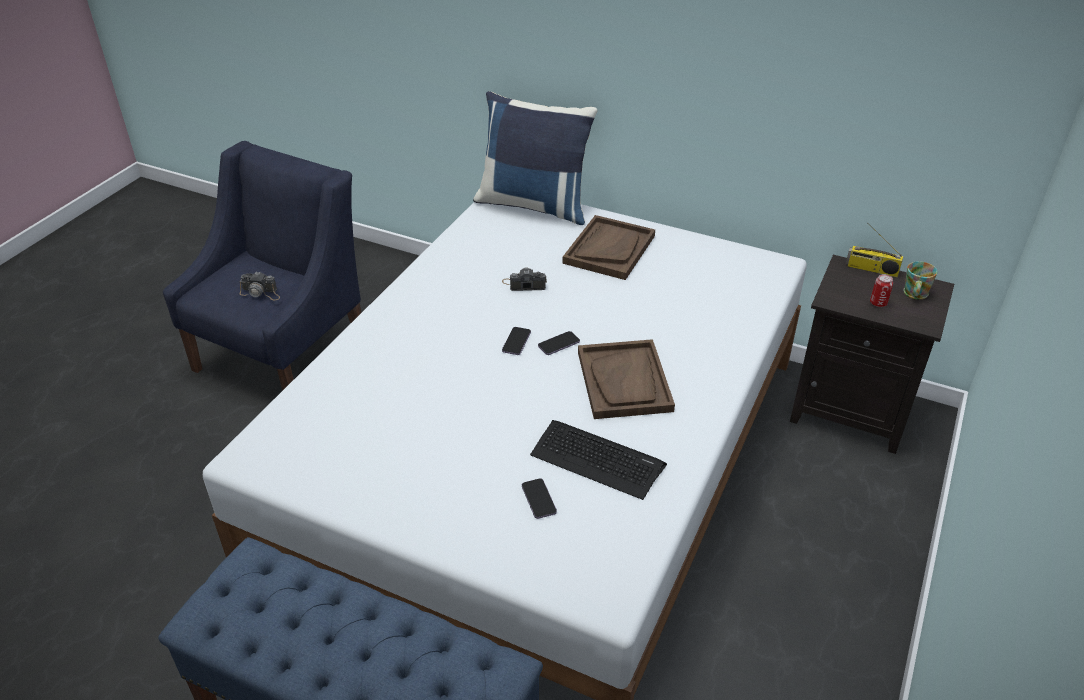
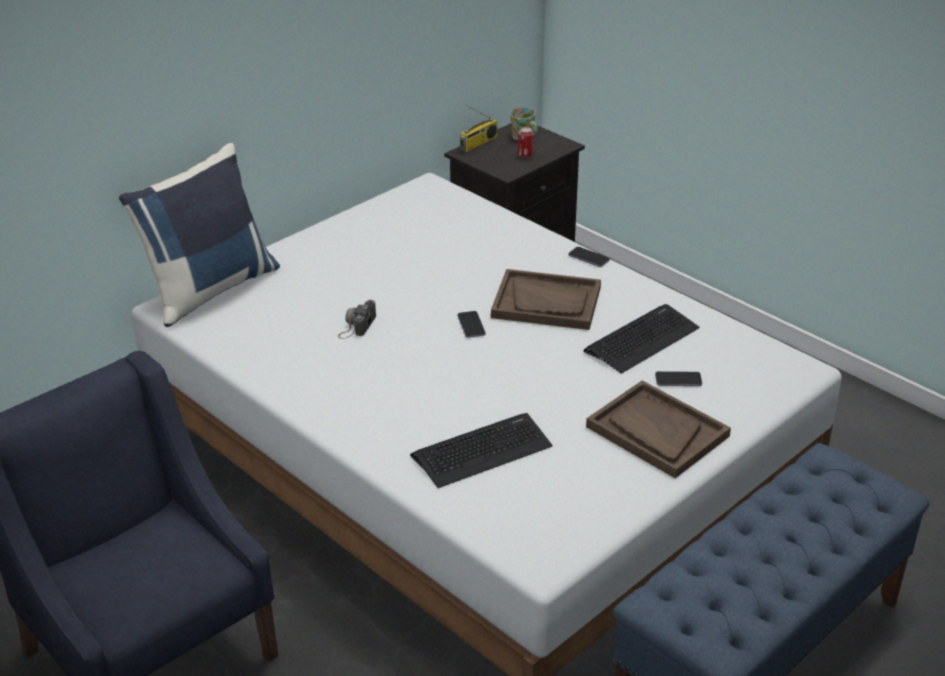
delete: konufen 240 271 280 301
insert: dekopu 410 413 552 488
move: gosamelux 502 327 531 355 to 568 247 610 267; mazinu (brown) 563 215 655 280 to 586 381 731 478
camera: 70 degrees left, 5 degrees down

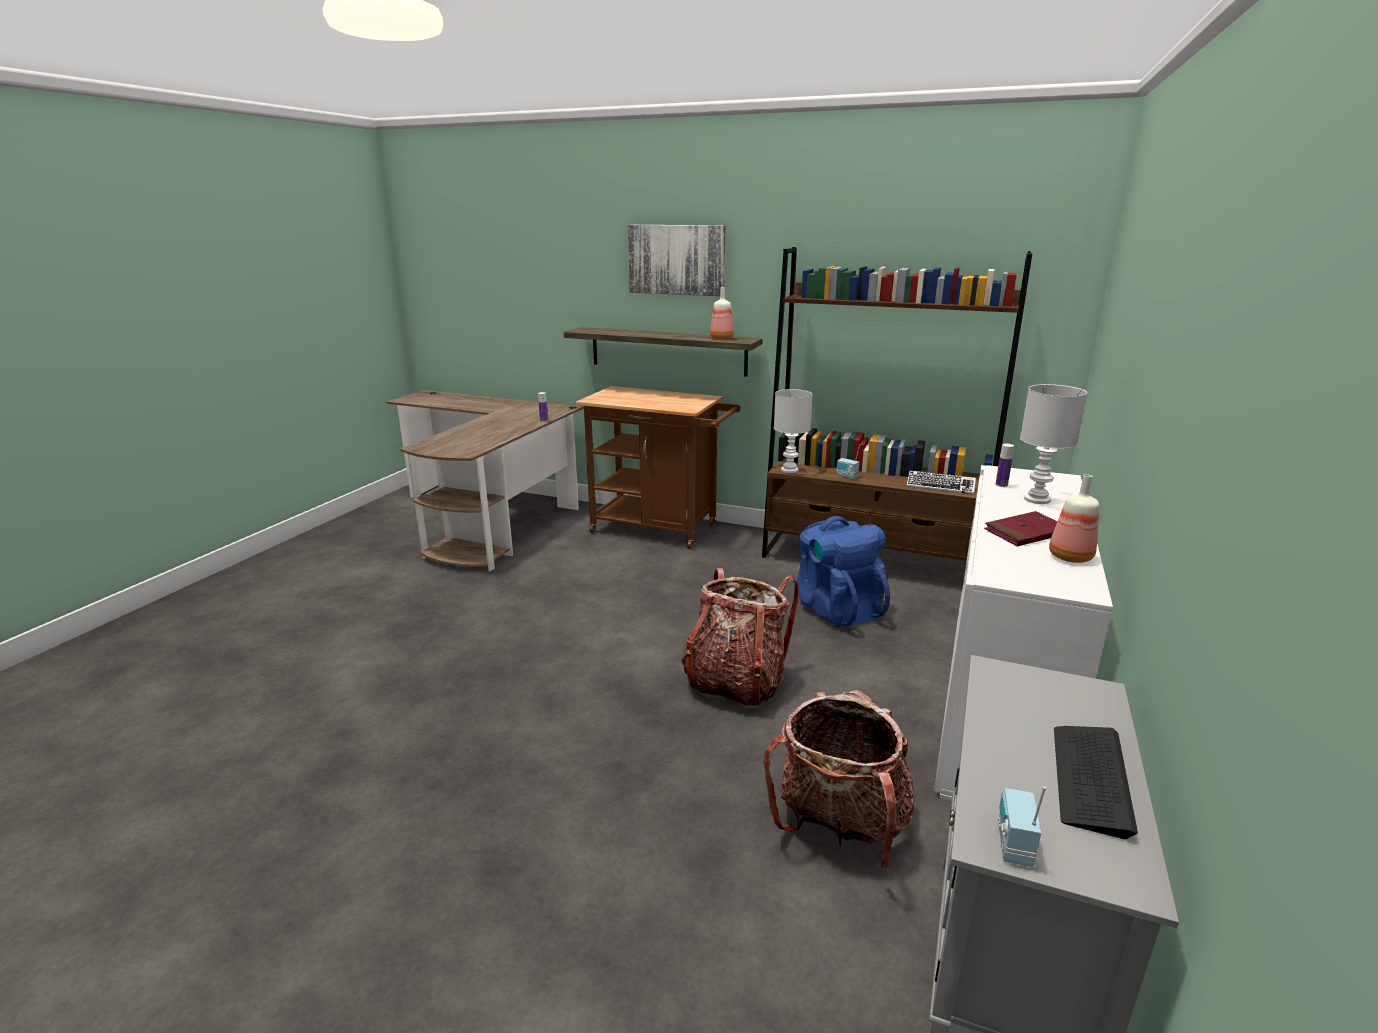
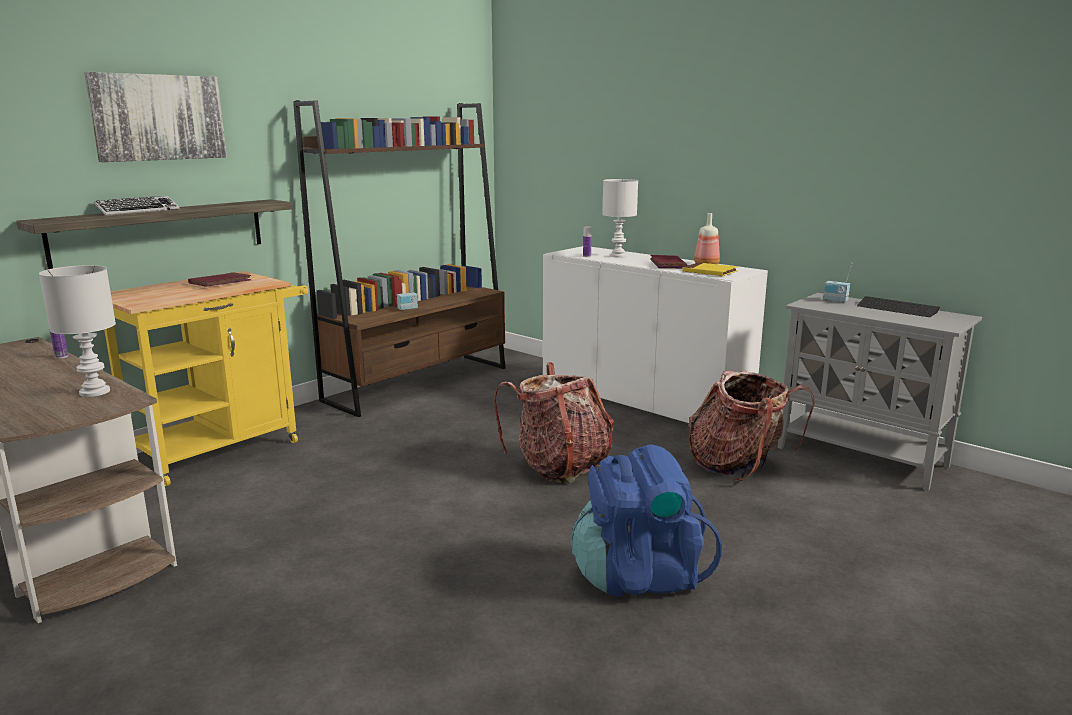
delete: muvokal 710 287 734 340
insert: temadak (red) 188 272 251 287; temadak (yellow) 682 262 738 276
move: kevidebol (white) 774 389 813 473 to 39 265 116 397; dekopu 906 470 976 494 to 94 196 180 216; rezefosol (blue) 797 516 890 628 to 571 444 722 597; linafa 998 786 1046 867 to 823 263 852 303
recolor: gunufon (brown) 576 386 741 549 to gunufon (yellow) 104 271 308 486
camera: 70 degrees left, 5 degrees down

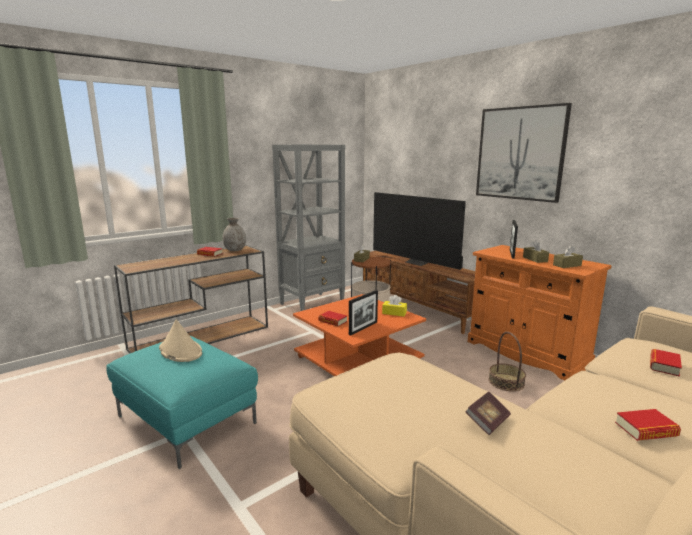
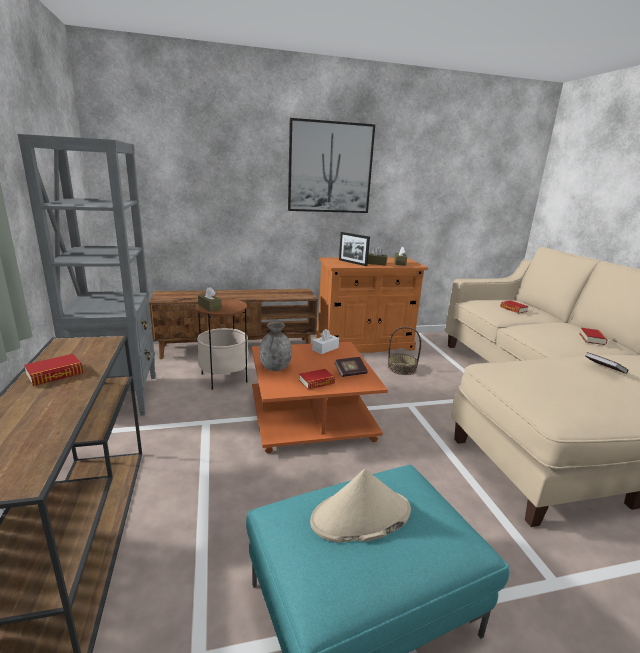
delete: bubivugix 373 192 466 270
move: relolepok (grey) 222 218 246 251 to 259 322 292 371
replace: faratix 349 290 378 336 to temadak 334 357 368 377
recolor: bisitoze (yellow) 382 295 407 317 to bisitoze (white) 312 329 339 354
camera: 65 degrees left, 5 degrees up

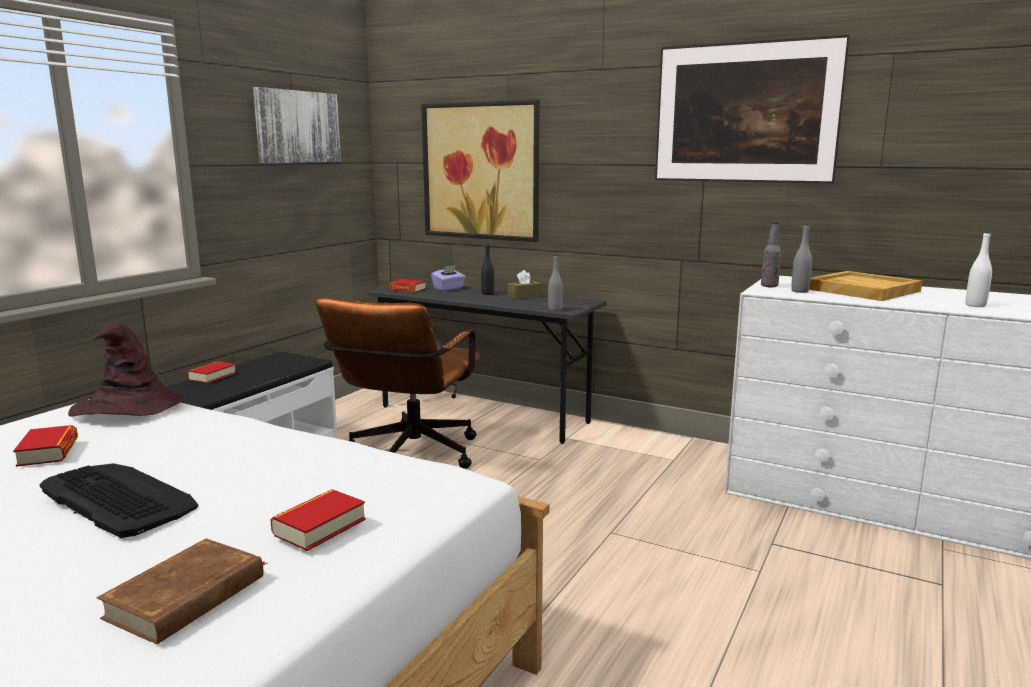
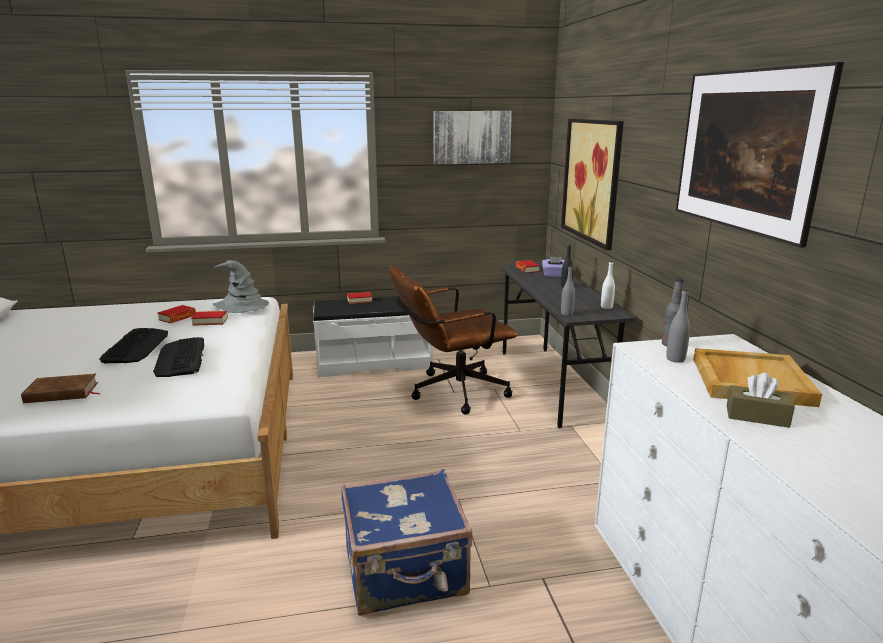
insert: dekopu 153 337 204 377; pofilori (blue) 341 469 472 616
move: temadak 270 489 366 551 to 191 311 228 326; muvokal (white) 966 232 992 307 to 601 261 615 309; bisitoze (brown) 507 270 542 299 to 727 373 795 428
recolor: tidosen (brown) 68 323 184 417 to tidosen (grey) 213 260 269 313
camera: 50 degrees right, 5 degrees up

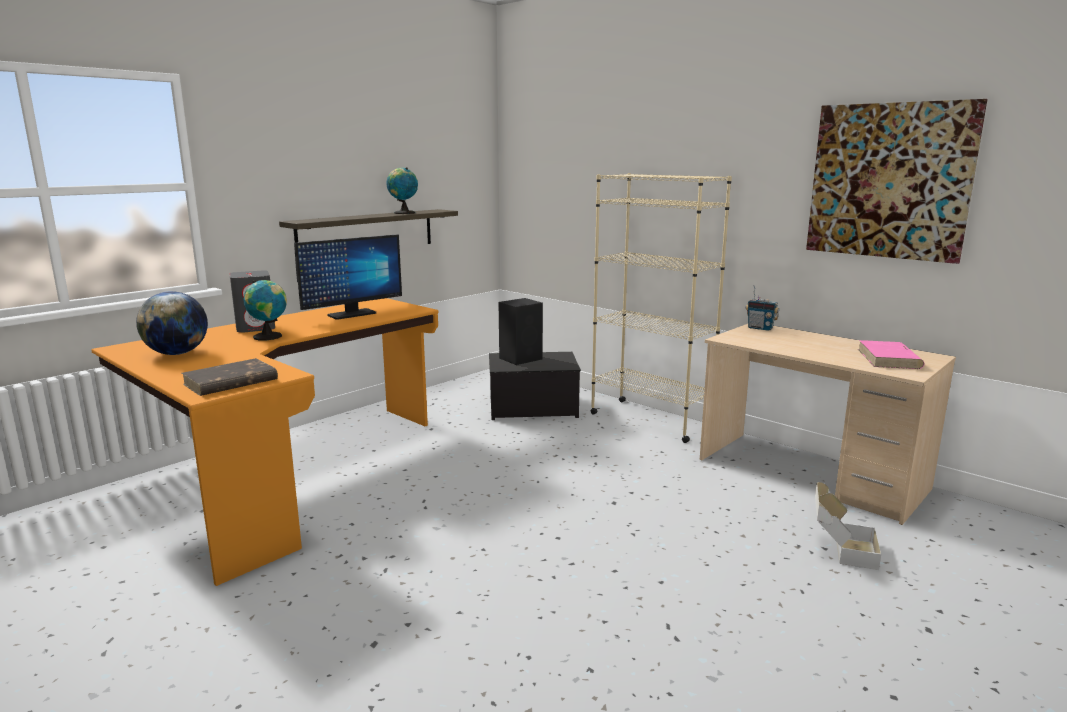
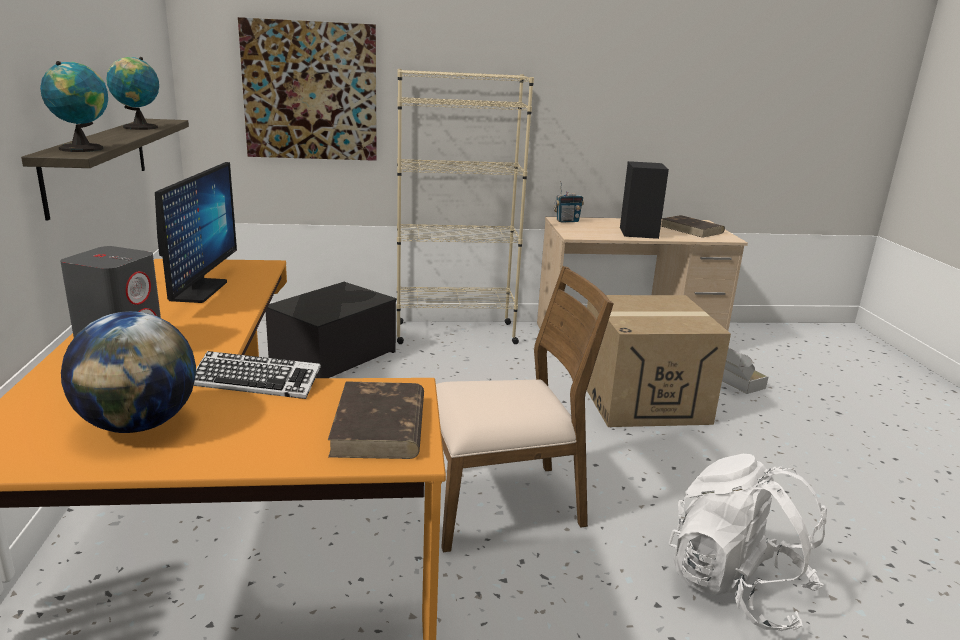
insert: dekopu 194 351 321 399; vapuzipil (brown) 436 266 614 552; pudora 587 295 731 427; rezefosol (white) 669 454 827 631
move: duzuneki 243 280 287 341 to 40 61 108 152; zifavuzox 806 99 987 264 to 238 17 377 161; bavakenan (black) 498 298 543 365 to 620 161 669 239
recolor: temadak (pink) 858 340 924 369 to temadak (brown) 661 215 725 238
camera: 50 degrees left, 5 degrees up

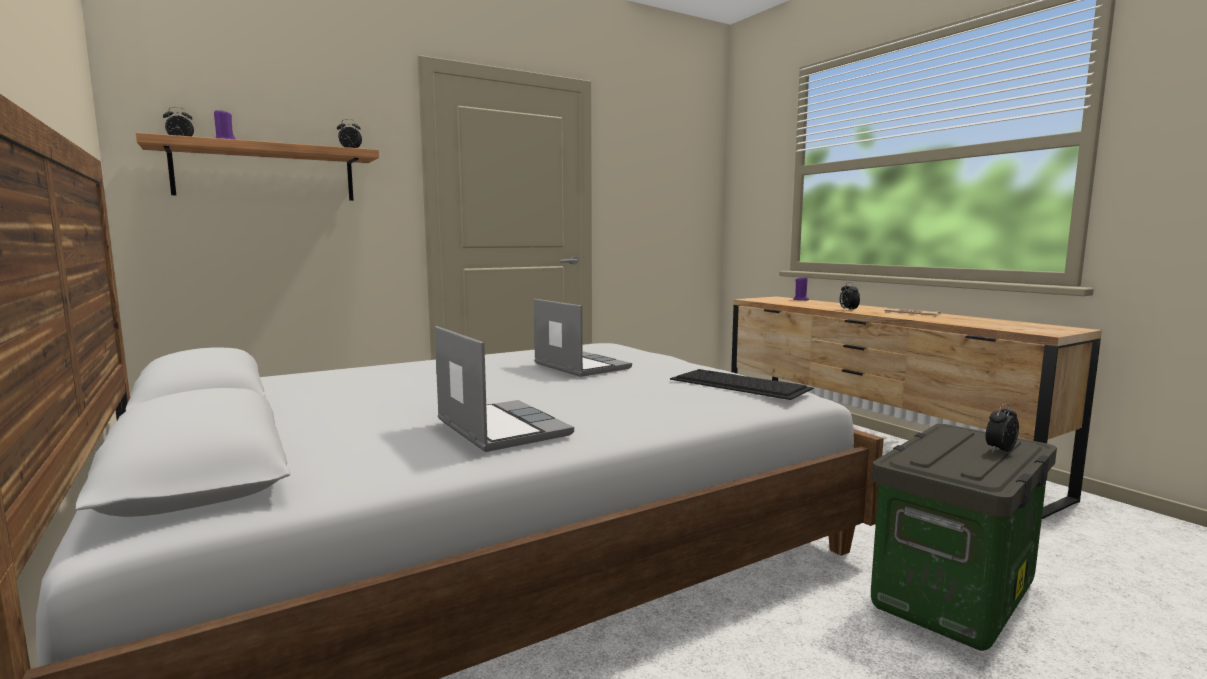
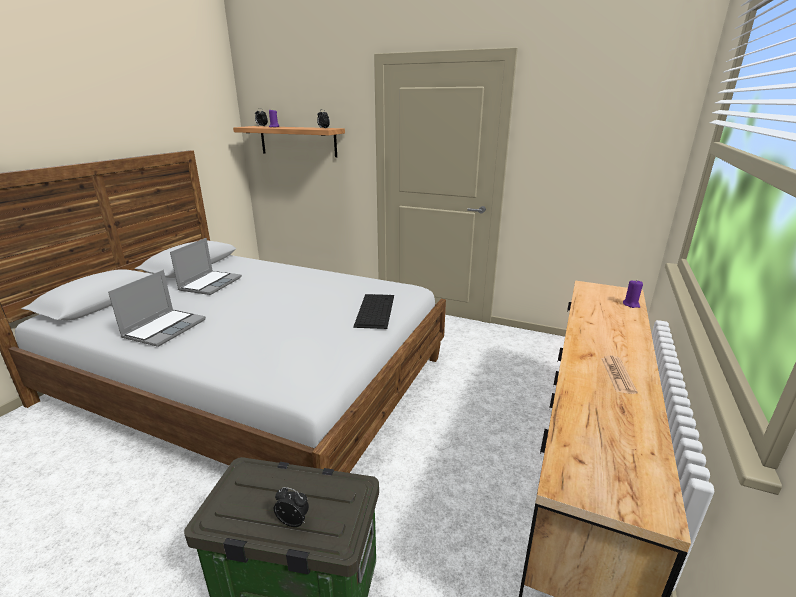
delete: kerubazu 839 282 860 310
move: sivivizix 534 299 632 377 to 170 238 242 295; dekopu 670 369 813 400 to 353 294 394 329
camera: 55 degrees right, 15 degrees up

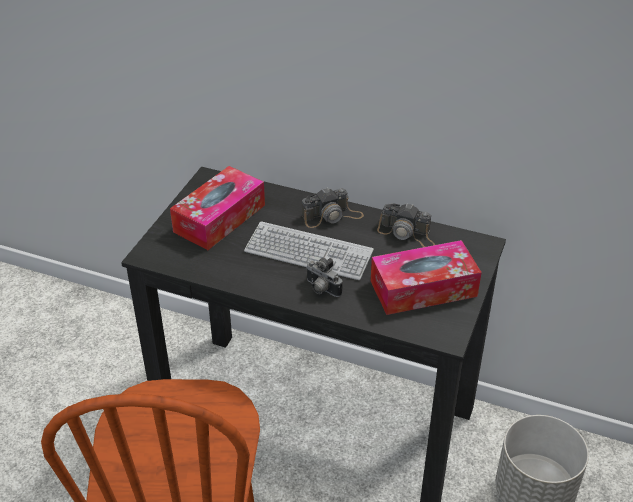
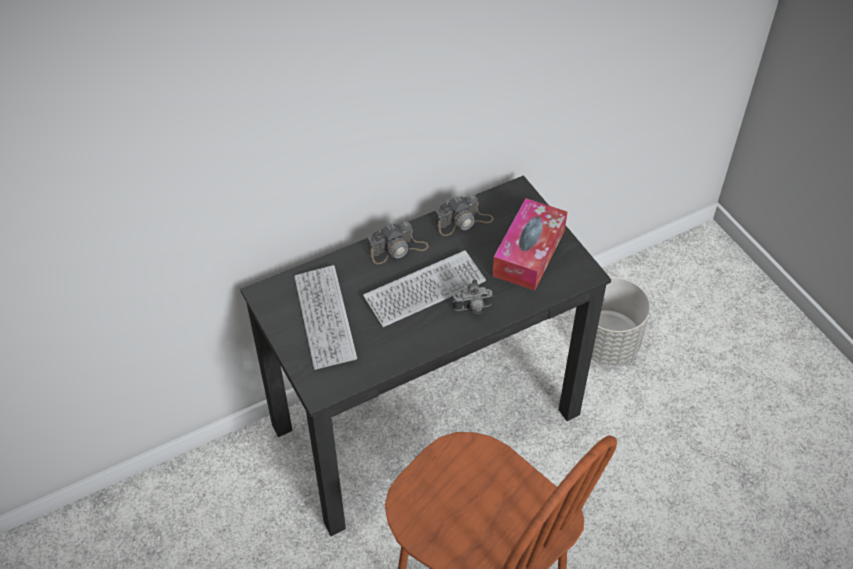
replace: bisitoze 170 166 265 250 to dekopu 294 265 357 370
rotate: konufen 302 187 364 228 = 368 222 429 264 45 degrees clockwise
camera: 50 degrees left, 10 degrees up

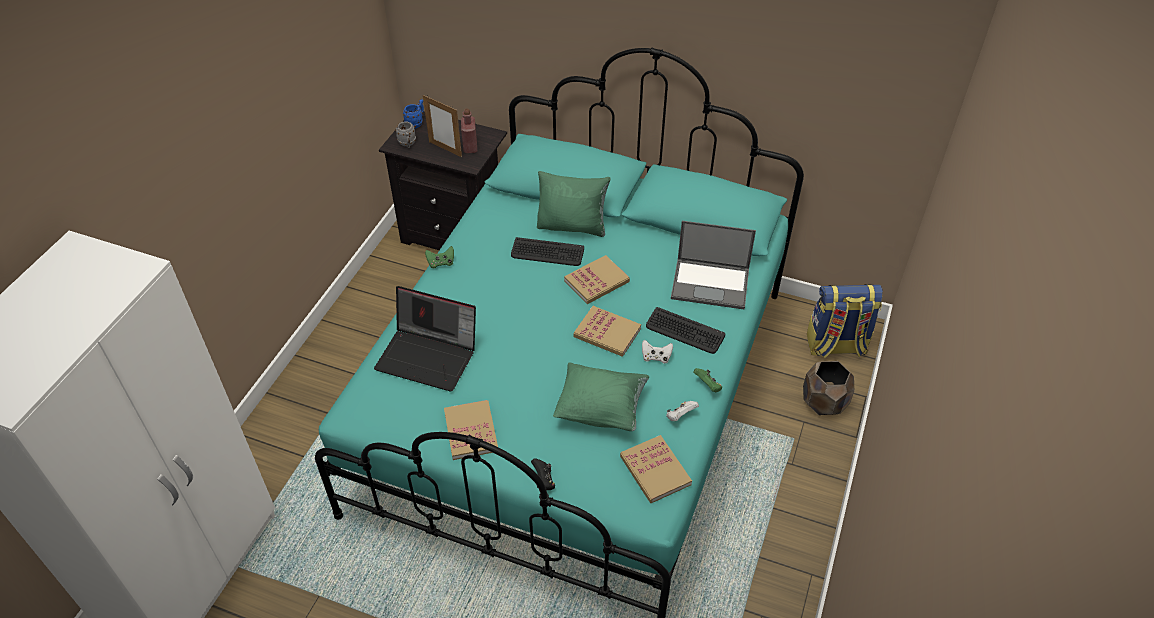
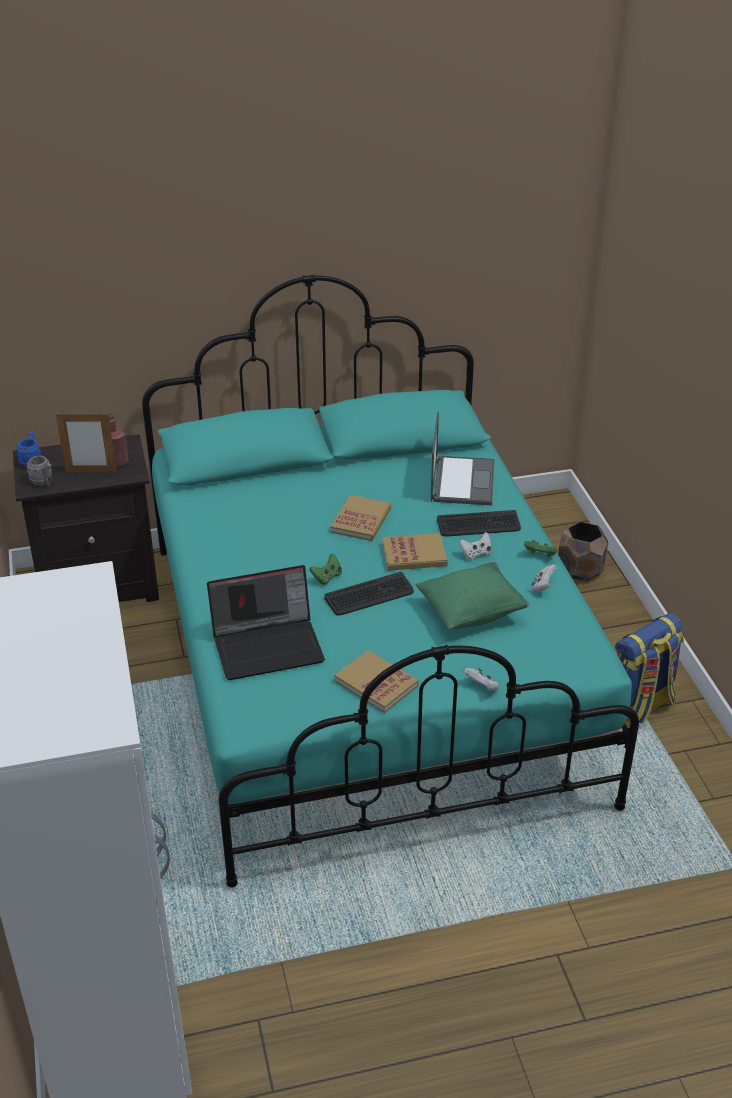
delete: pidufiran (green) 537 171 611 237; temadak 620 435 692 503
move: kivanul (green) 425 246 454 268 to 310 553 342 585; dekopu 511 237 584 266 to 324 572 414 616; rezefosol 807 284 883 358 to 615 613 684 728
recolor: kivanul (black) 531 458 555 490 to kivanul (white) 463 668 500 692
rotate: sivivizix 671 221 756 309 = 430 411 495 505 60 degrees counterclockwise
camera: 35 degrees left, 10 degrees down

